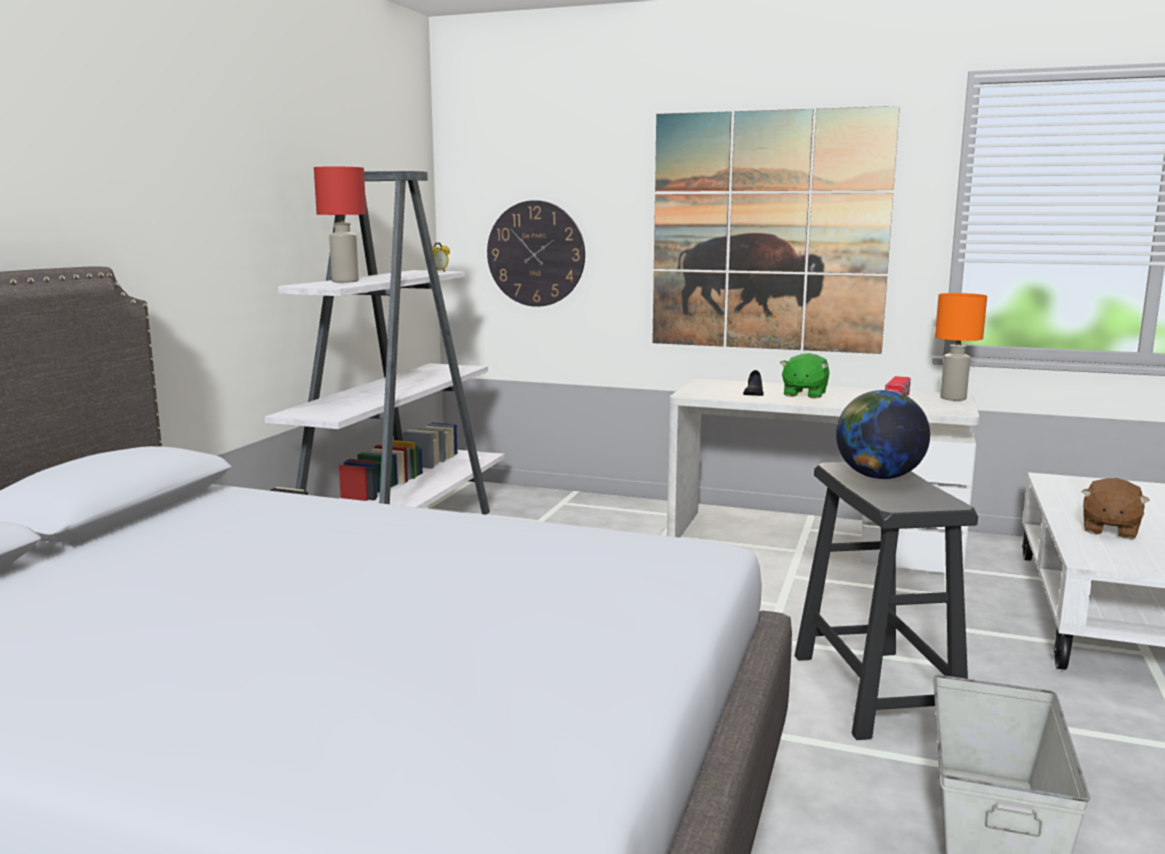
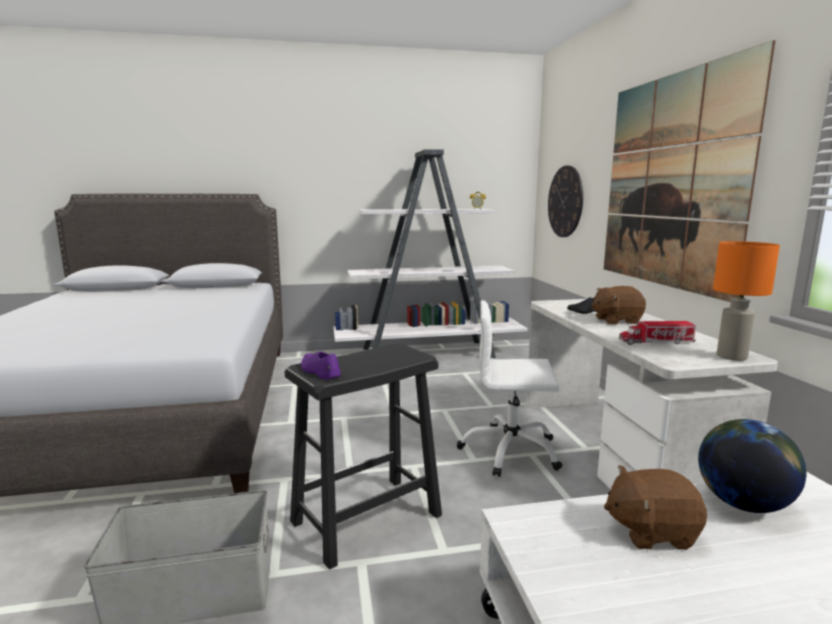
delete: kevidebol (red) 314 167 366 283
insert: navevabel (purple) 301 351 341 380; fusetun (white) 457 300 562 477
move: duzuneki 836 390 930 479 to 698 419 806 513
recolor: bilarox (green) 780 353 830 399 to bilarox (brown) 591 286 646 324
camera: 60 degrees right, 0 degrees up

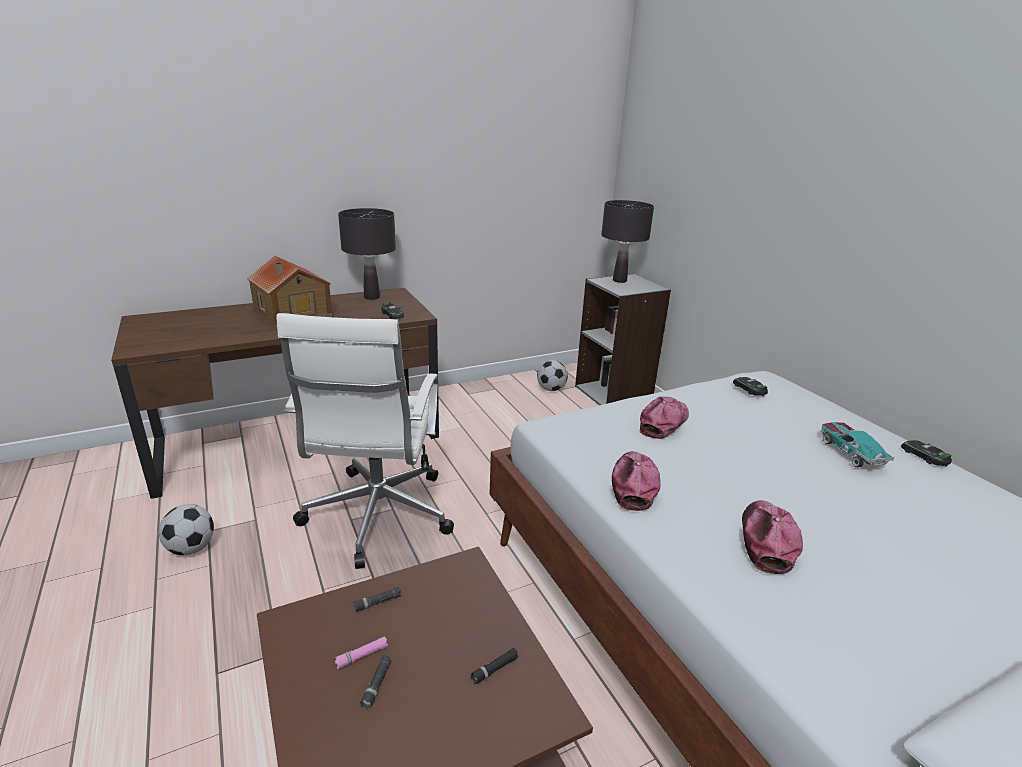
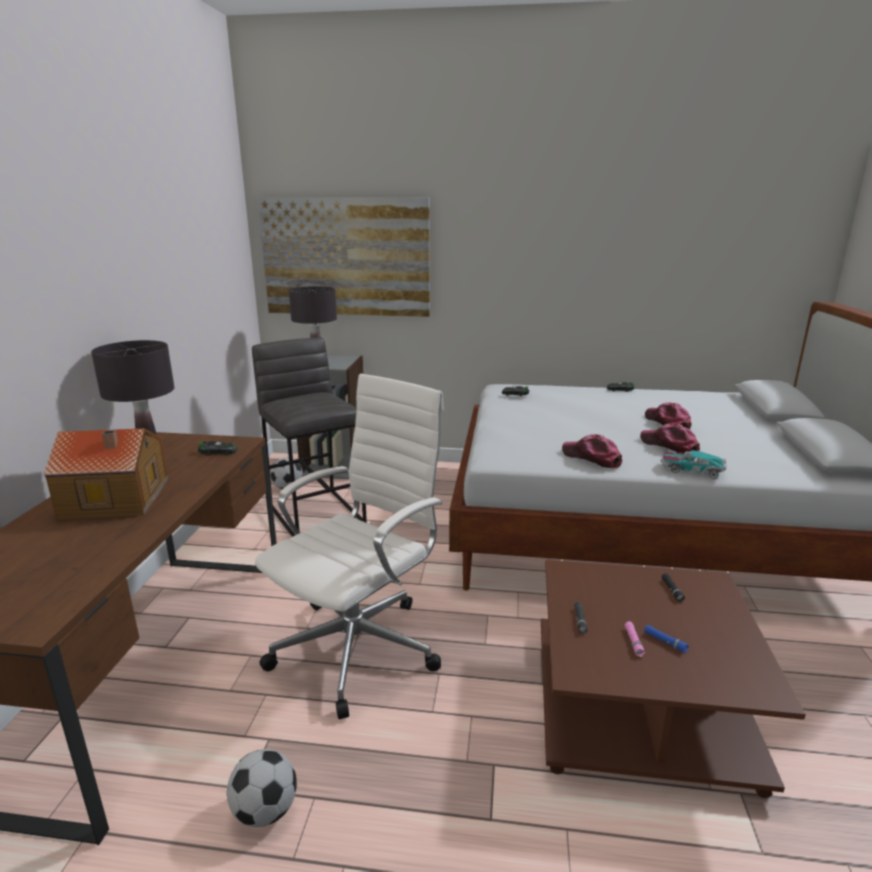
insert: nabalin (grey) 252 337 367 537; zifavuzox 258 197 430 317
move: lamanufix 640 397 689 439 to 645 403 691 429; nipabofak 821 422 895 467 to 661 450 727 479
recolor: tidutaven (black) 360 655 392 710 to tidutaven (blue) 644 625 689 653
rotate: fusetun (white) 276 313 454 569 = 255 374 444 719 90 degrees counterclockwise
camera: 55 degrees left, 5 degrees down

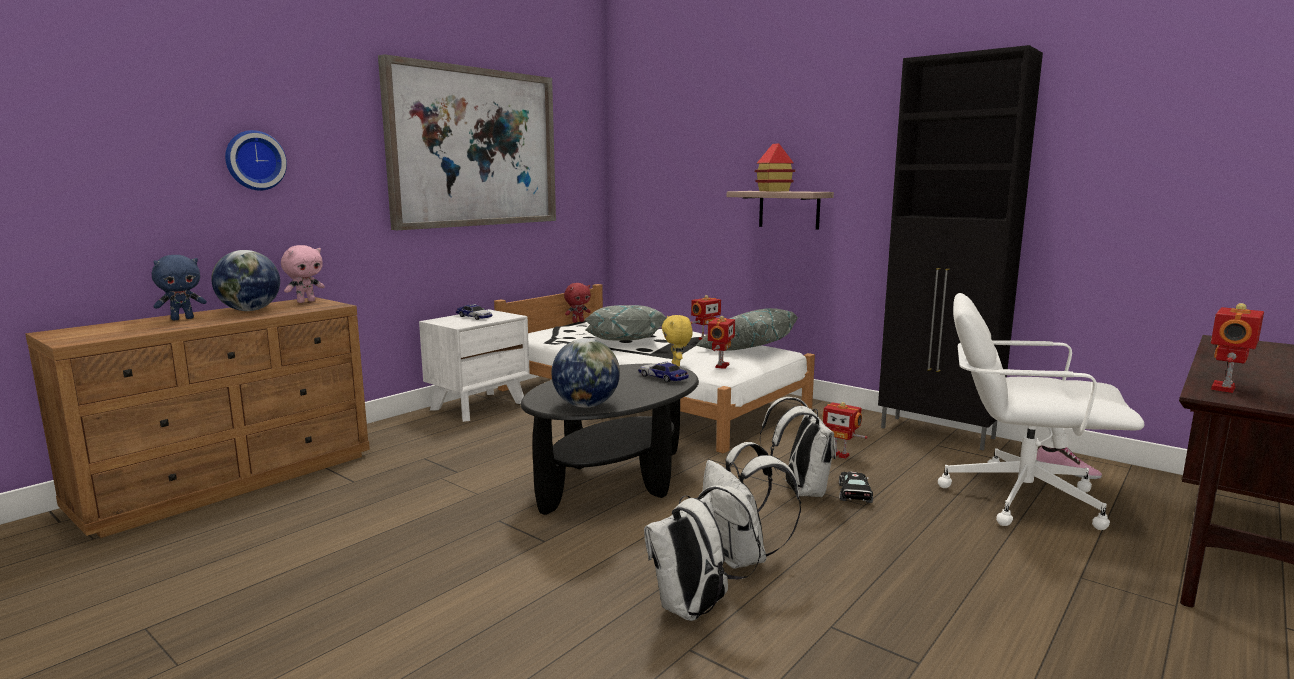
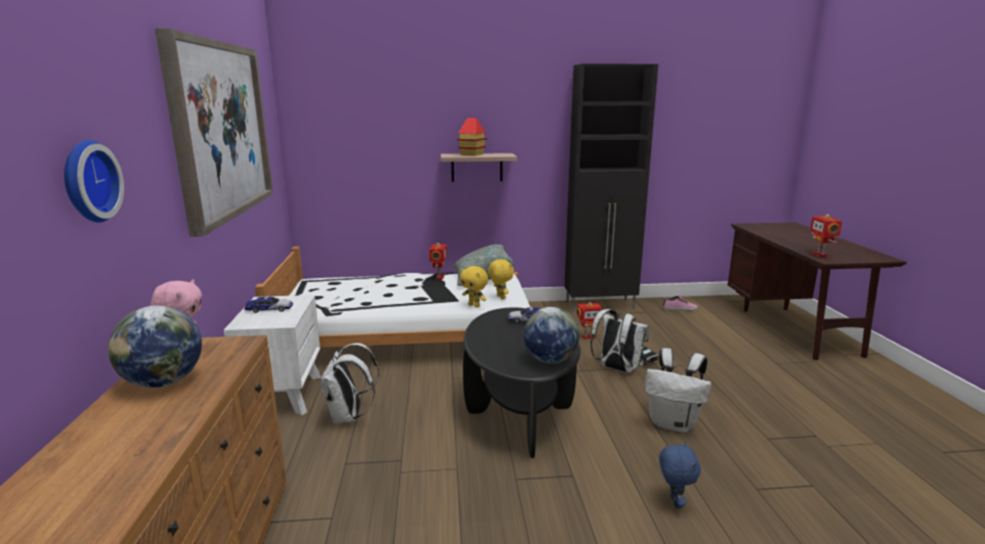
delete: bilarox (red) 564 283 591 323; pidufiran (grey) 585 305 667 340; fusetun (white) 938 293 1145 530
move: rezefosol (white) 644 485 761 621 to 321 343 379 423; bilarox (blue) 152 255 207 320 to 659 442 701 508
replace: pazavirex 708 316 735 369 to bilarox (yellow) 488 259 514 300
camera: 45 degrees left, 5 degrees up

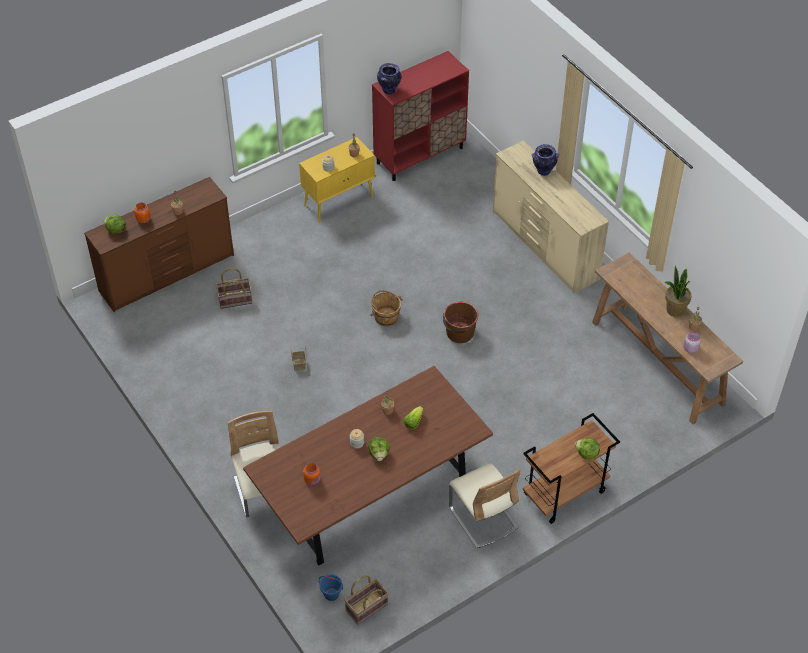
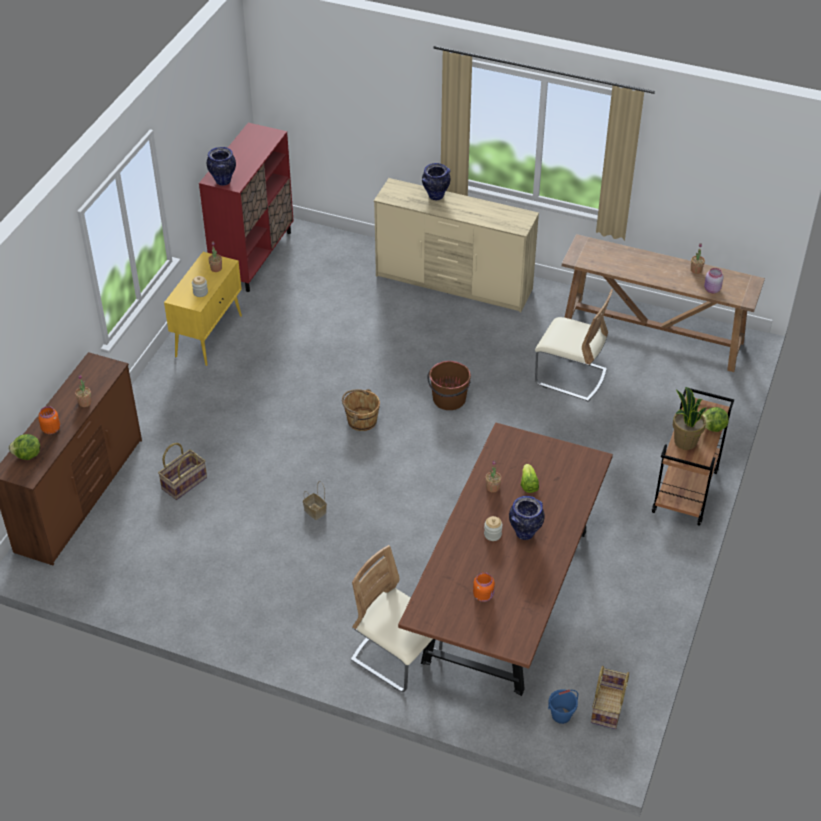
move: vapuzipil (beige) 449 463 521 548 to 535 289 613 401; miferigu 665 266 692 317 to 673 387 708 450
replace: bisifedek 369 437 390 461 to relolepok 509 496 545 540
camera: 35 degrees left, 5 degrees down

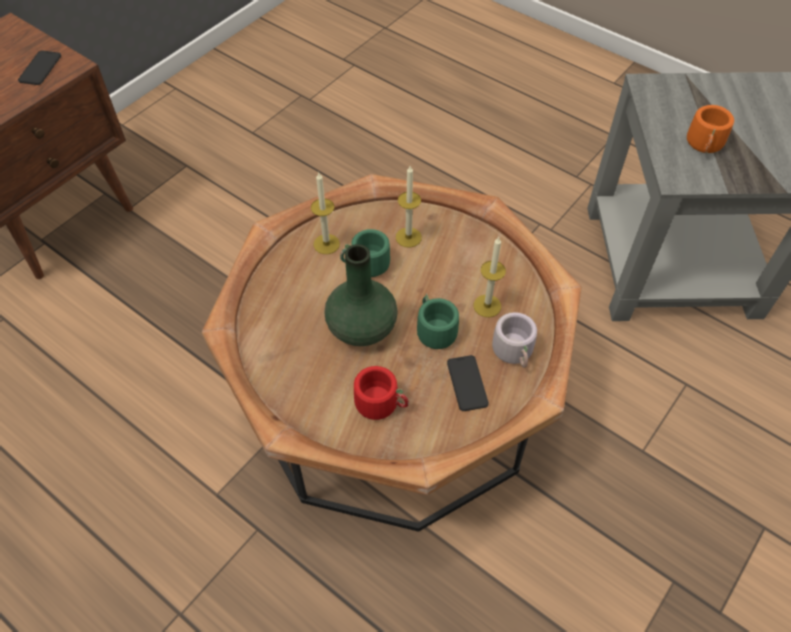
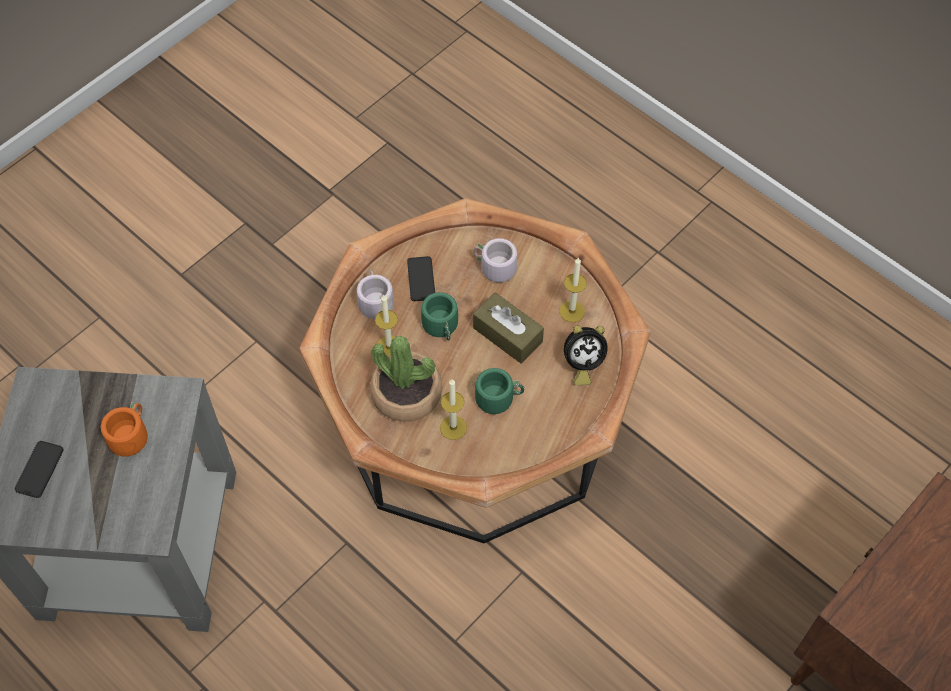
insert: miferigu 370 336 443 422; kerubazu 564 325 608 385
move: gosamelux 18 51 61 85 to 15 441 64 498; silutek 311 173 340 254 to 559 257 587 322
replace: relolepok (green) 324 244 398 346 to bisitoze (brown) 473 292 544 364
recolor: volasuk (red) 354 366 409 420 to volasuk (grey) 473 238 517 283
camera: 175 degrees left, 5 degrees up

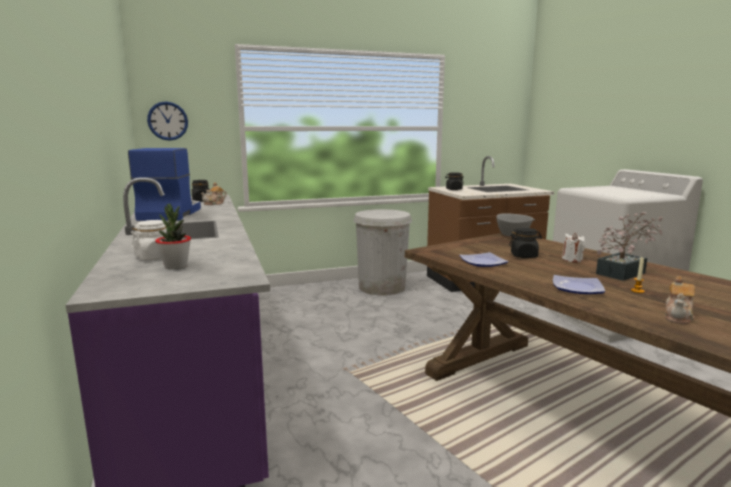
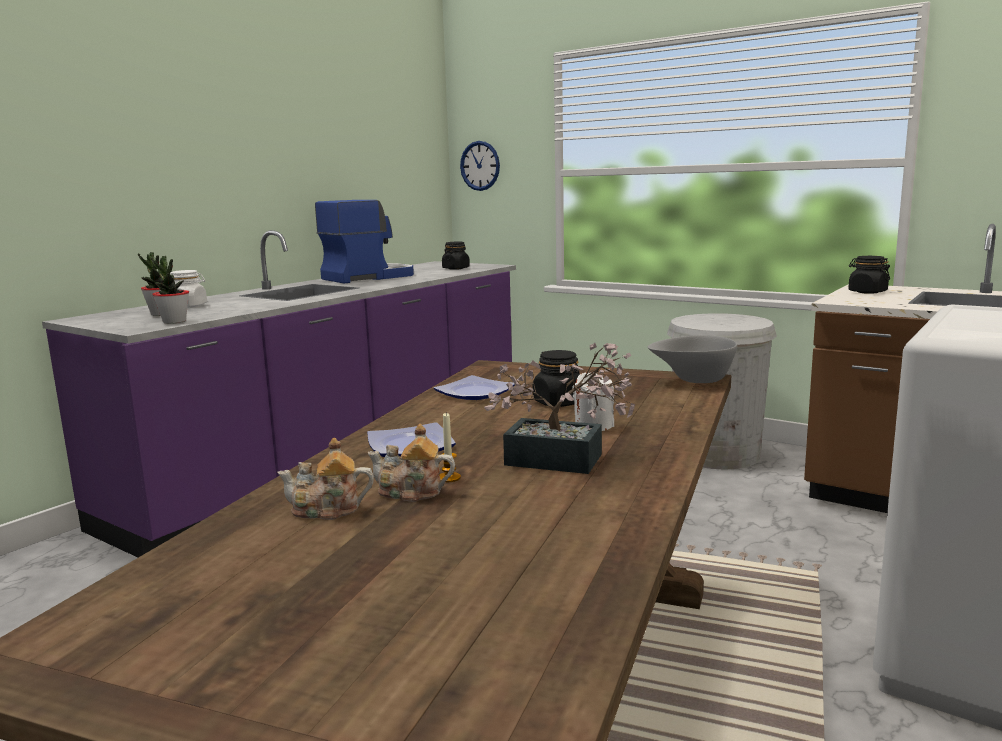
insert: miferigu 151 256 189 324
move: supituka 201 182 227 205 to 368 424 455 502
camera: 55 degrees right, 0 degrees up

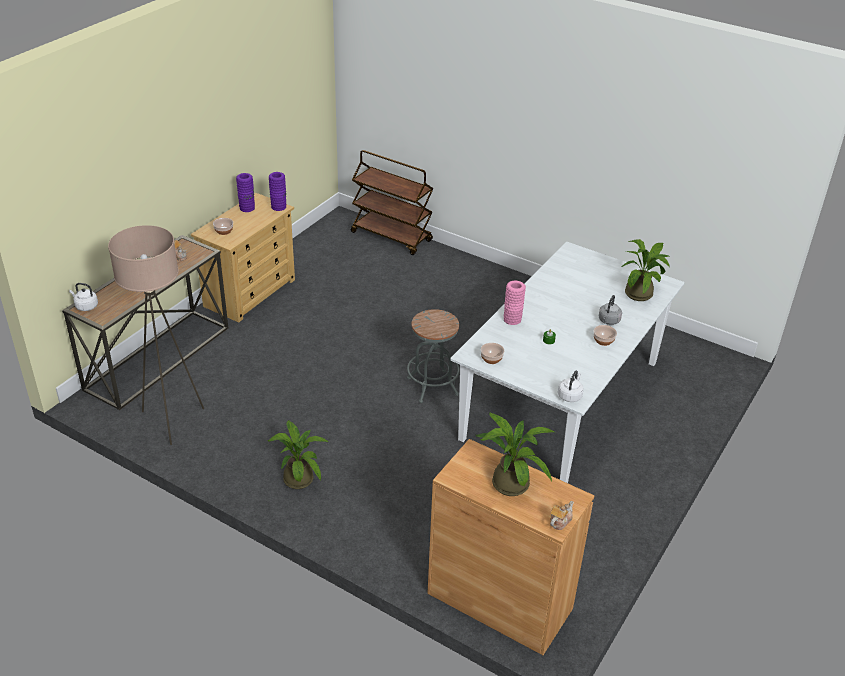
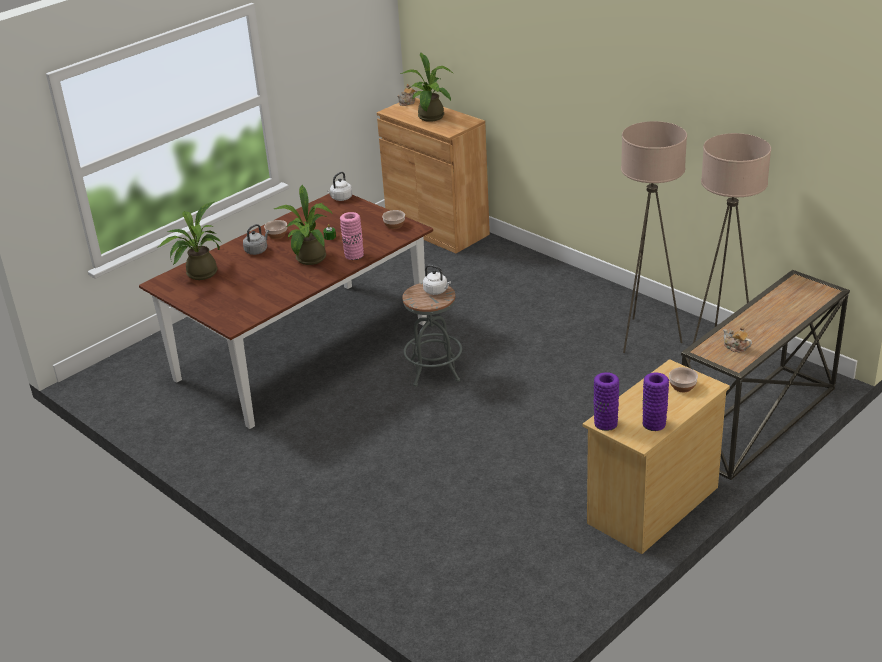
delete: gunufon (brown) 351 150 433 255
insert: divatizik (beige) 621 121 687 353
move: miferigu 267 420 328 489 to 273 185 333 265; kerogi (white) 69 283 98 311 to 423 265 451 295
recolor: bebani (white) 450 242 685 483 to bebani (brown) 139 194 433 429
camera: 165 degrees left, 5 degrees down

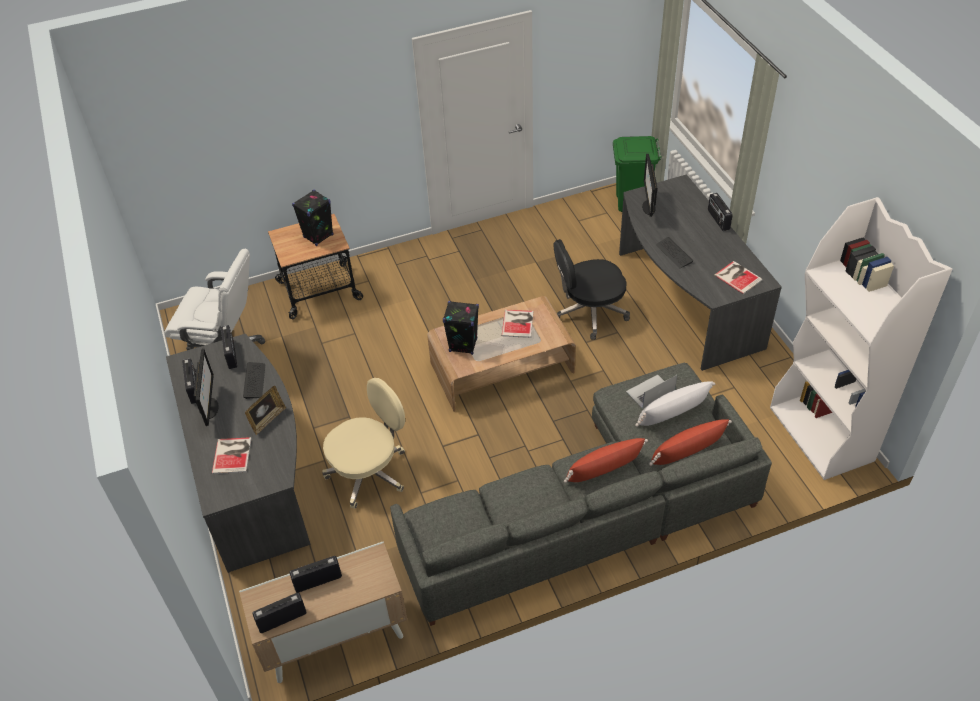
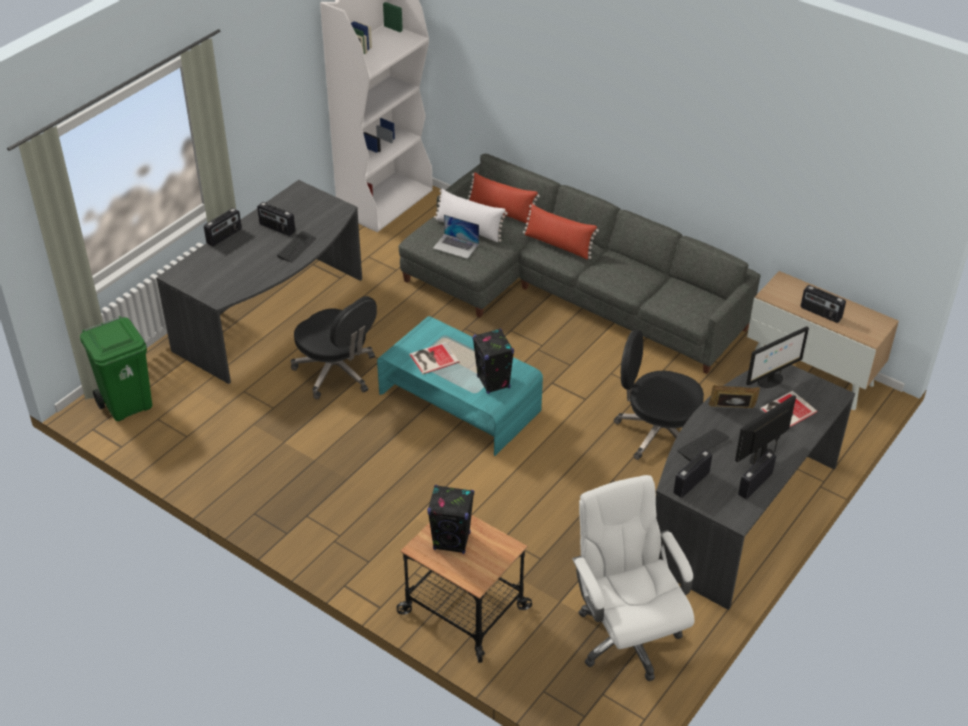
delete: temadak 714 261 763 294
move: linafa 252 593 307 633 to 257 202 295 236; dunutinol 642 153 657 217 to 746 326 809 388
recolor: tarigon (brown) 427 296 576 412 to tarigon (turquoise) 377 316 543 456; fusetun (beige) 322 378 405 509 to fusetun (black) 613 330 704 460
camera: 125 degrees left, 5 degrees down

